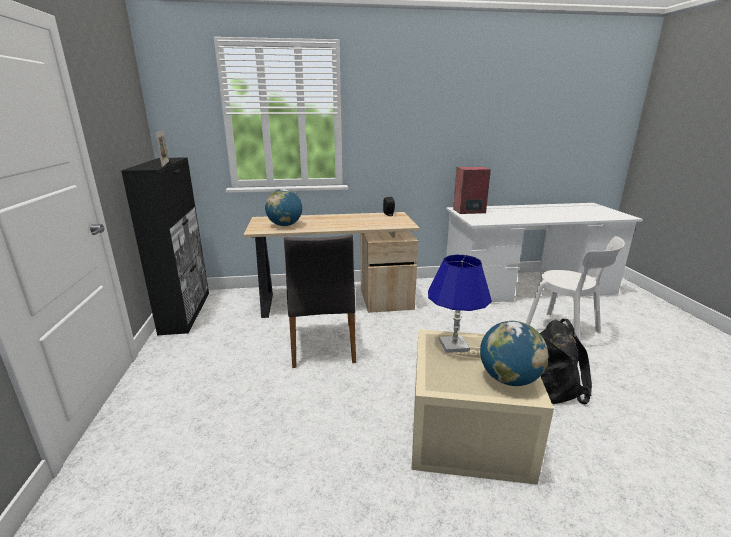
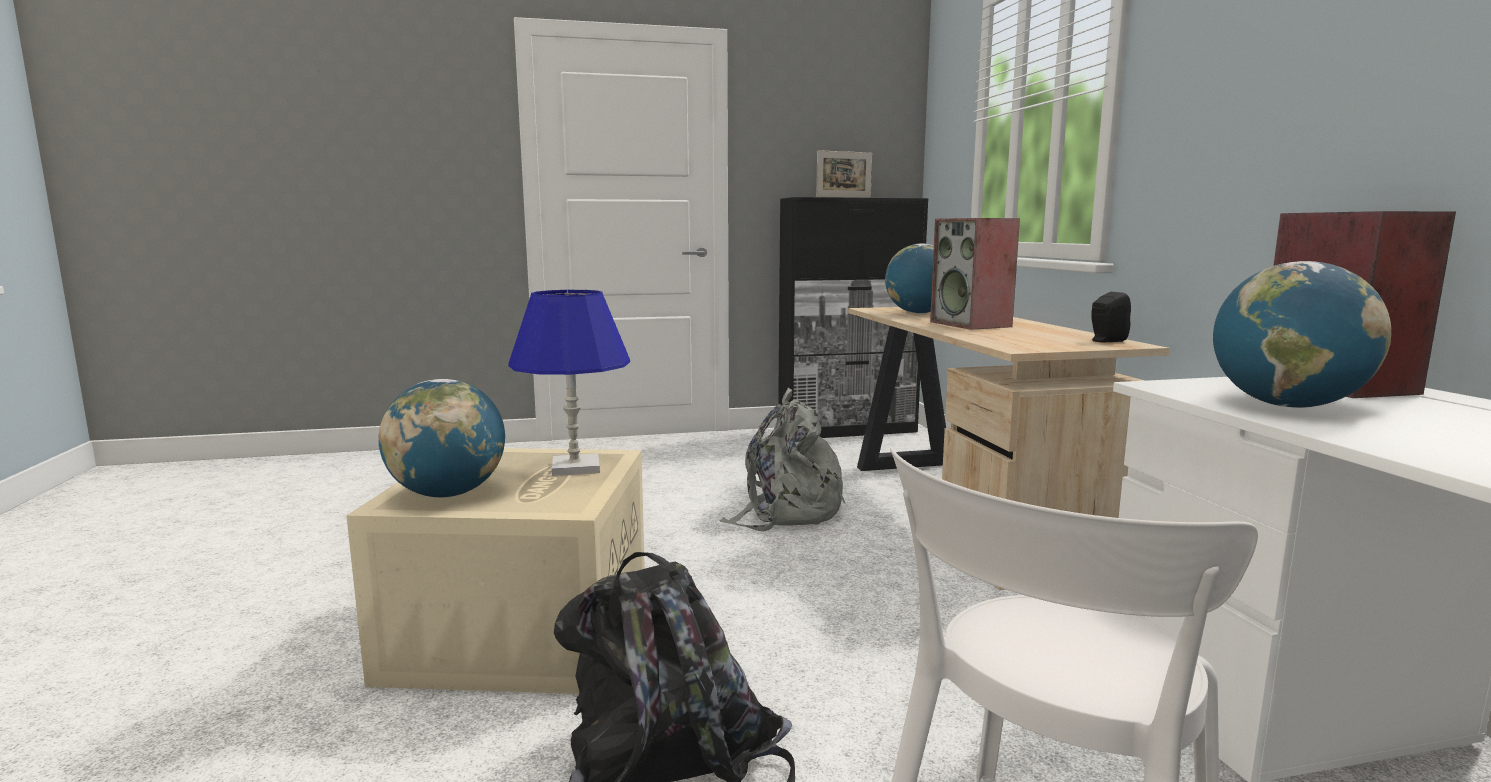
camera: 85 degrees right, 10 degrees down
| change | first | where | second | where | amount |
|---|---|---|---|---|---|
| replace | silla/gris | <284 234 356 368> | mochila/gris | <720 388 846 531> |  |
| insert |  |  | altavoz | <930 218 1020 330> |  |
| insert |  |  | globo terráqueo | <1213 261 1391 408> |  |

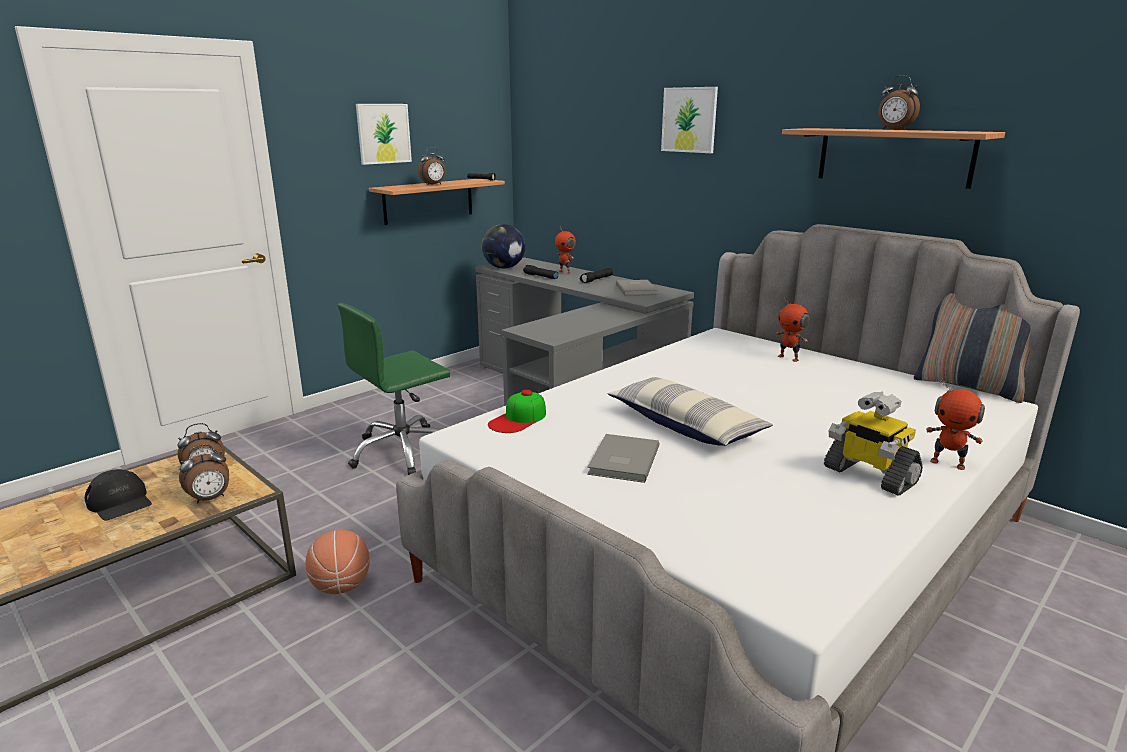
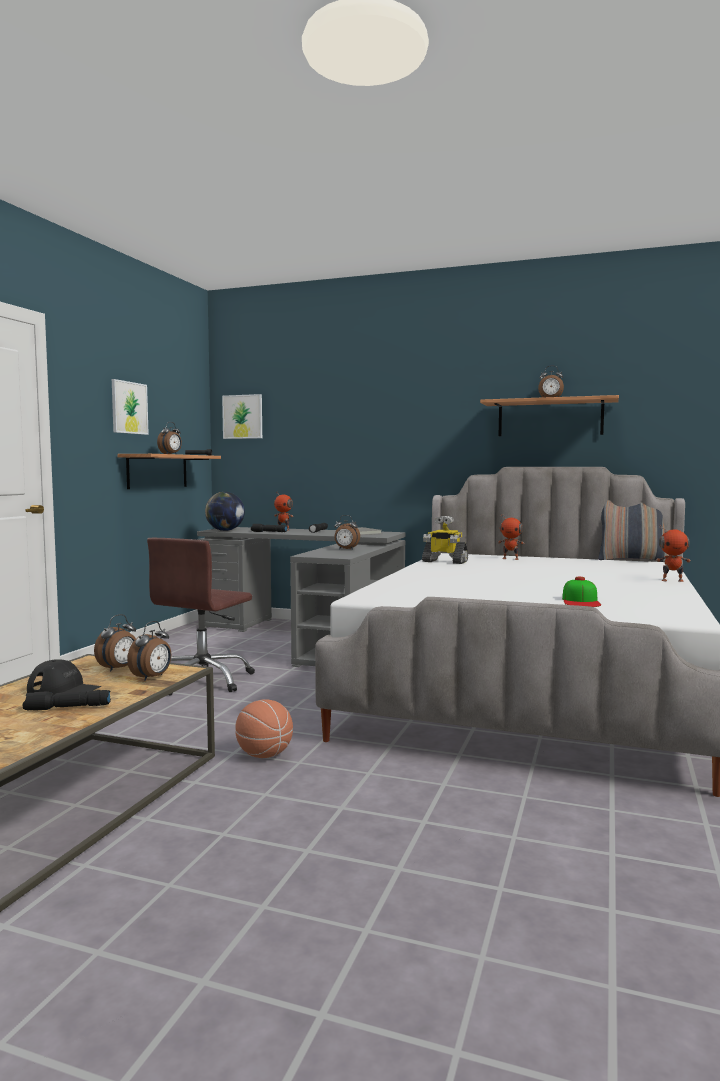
camera: 25 degrees left, 15 degrees down
| change | first | where | second | where | amount |
|---|---|---|---|---|---|
| recolor | silla de oficina/verde | <338 303 450 475> | silla de oficina/marrón | <147 538 255 696> |  |
| move | gorra | <488 390 546 433> |  | <562 577 601 607> |  |
| delete | libro/gris | <587 434 660 483> |  |  |  |
| delete | cojín | <608 377 773 446> |  |  |  |
| move | cuadro | <661 87 718 153> |  | <222 394 262 439> |  |
| move | robot de juguete | <824 392 923 496> |  | <422 516 468 564> |  |
| insert |  |  | linterna/negro | <23 690 111 711> |  |
| insert |  |  | despertador | <334 515 360 550> |  |

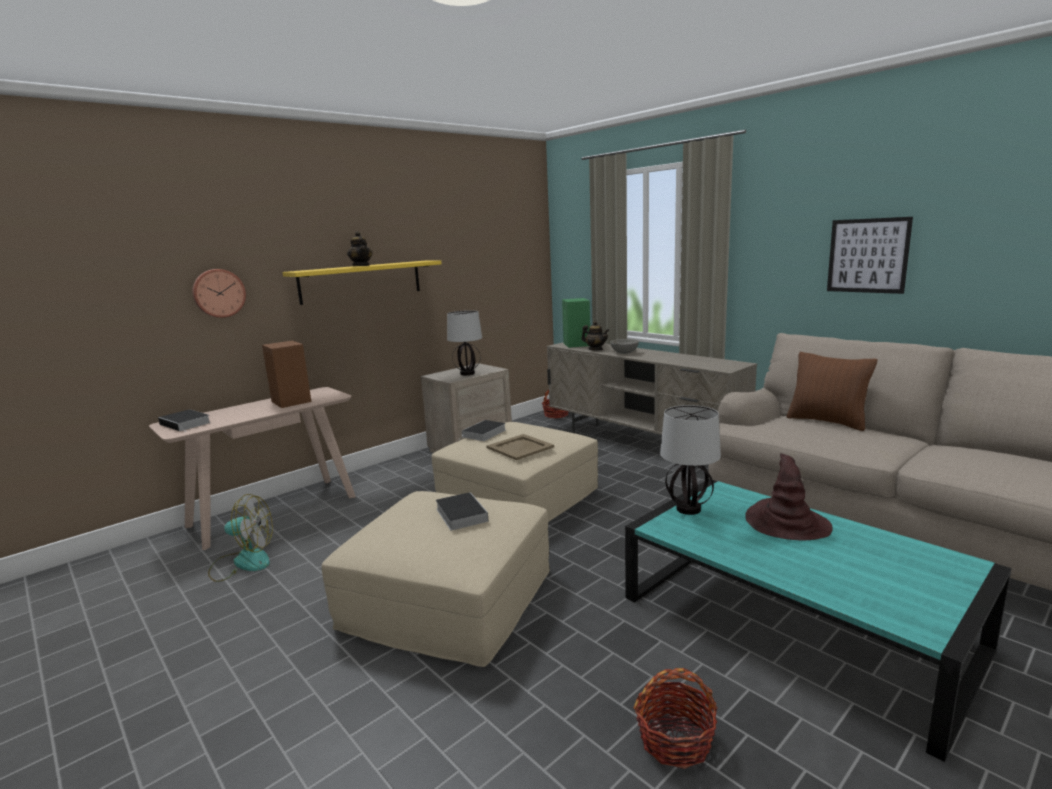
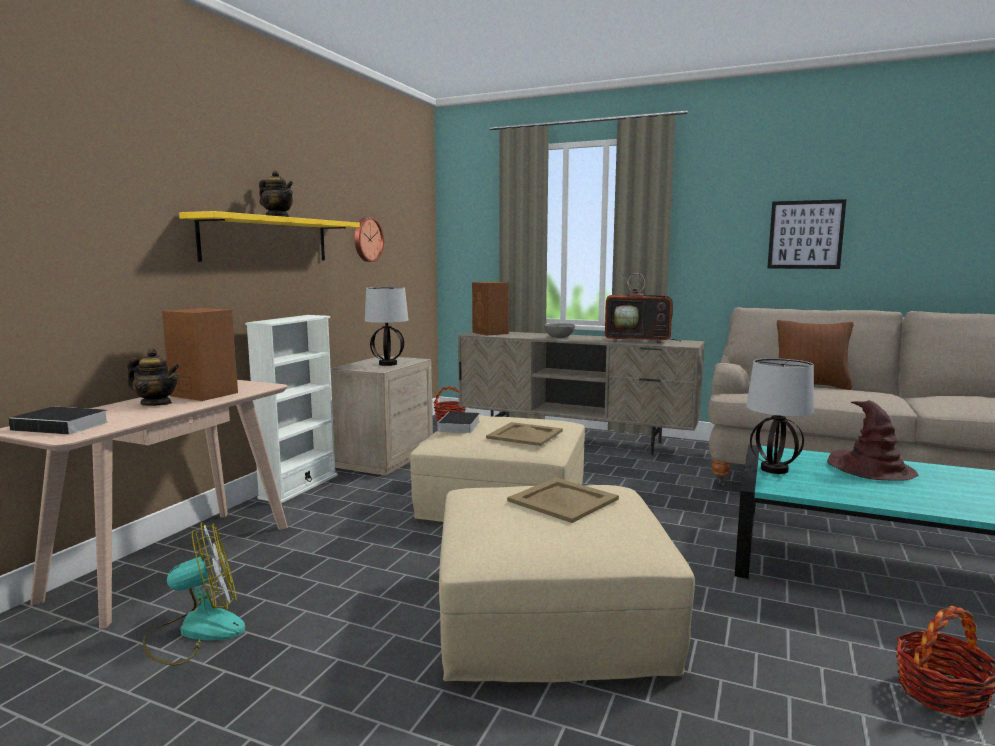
camera: 25 degrees left, 5 degrees down
| change | first | where | second | where | amount |
|---|---|---|---|---|---|
| move | reloj de pared | <192 269 246 318> |  | <354 217 384 262> |  |
| replace | libro | <436 492 488 530> | bandeja/beis | <507 478 619 523> |  |
| recolor | altavoz/verde | <562 298 590 348> | altavoz/marrón | <472 282 509 336> |  |
| move | tetera | <582 321 609 350> |  | <127 349 180 406> |  |
| insert |  |  | estantería/blanco | <245 315 338 504> |  |
| insert |  |  | televisor | <605 256 682 343> |  |

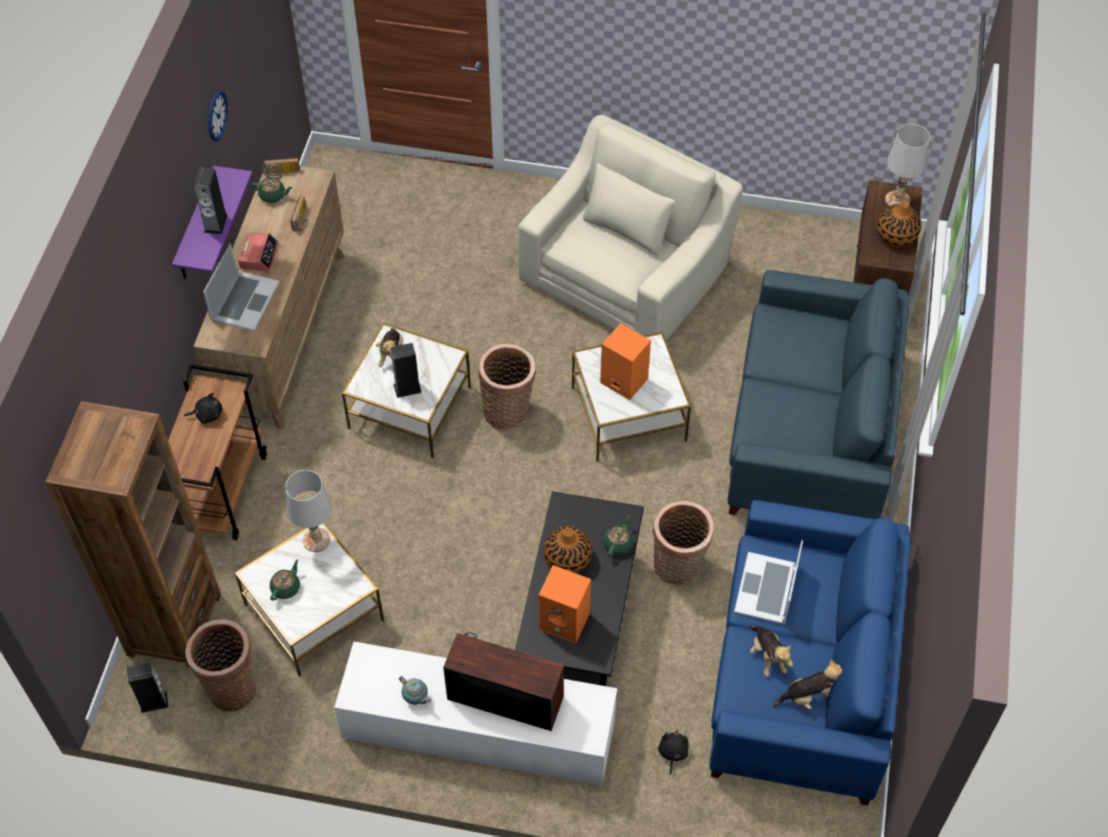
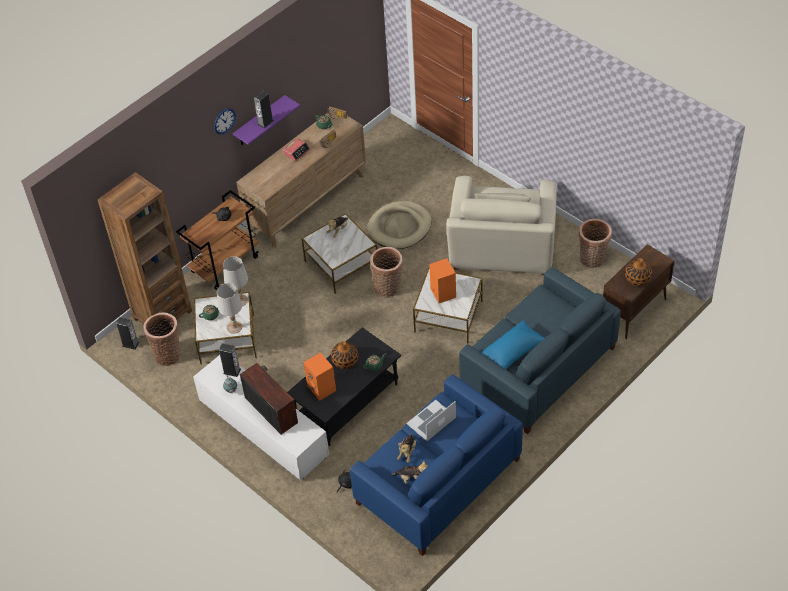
camera: 35 degrees right, 5 degrees down
| change | first | where | second | where | amount |
|---|---|---|---|---|---|
| delete | portátil | <203 243 279 331> |  |  |  |
| move | reloj de pared | <208 91 228 141> |  | <214 108 236 134> |  |
| move | altavoz | <390 343 422 398> |  | <219 343 241 377> |  |
| rotate | sillón/beis | <518 115 743 341> |  | <446 176 557 275> | 120 degrees clockwise |
| move | cesta | <652 501 714 586> |  | <579 219 612 268> |  |
| move | lámpara de mesa/blanco | <885 124 930 206> |  | <217 283 242 334> |  |
| insert |  |  | cama para perro/beis | <367 201 432 249> |  |
| insert |  |  | cojín/azul | <481 320 545 369> |  |

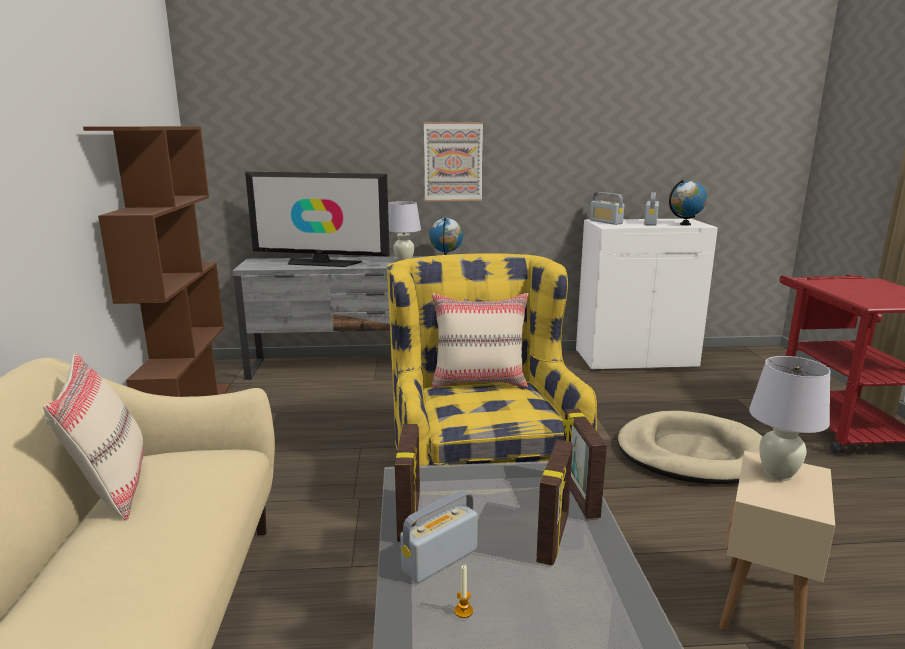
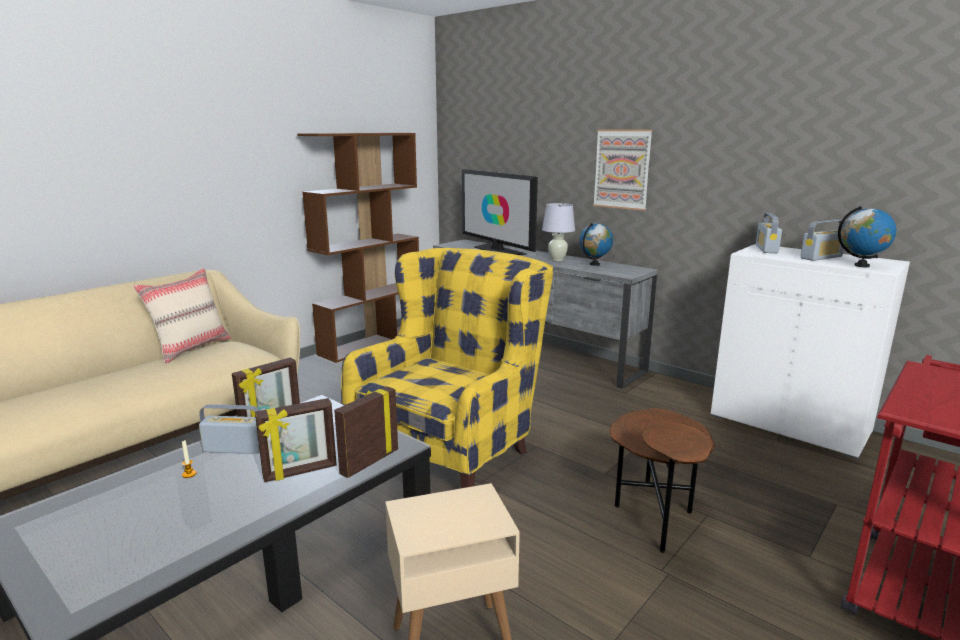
camera: 45 degrees right, 0 degrees up
| change | first | where | second | where | amount |
|---|---|---|---|---|---|
| delete | cojín/beis | <432 293 528 388> |  |  |  |
| replace | cama para perro/beis | <617 411 763 484> | mesa auxiliar/marrón | <610 408 714 553> |  |
| delete | lámpara de mesa/blanco | <749 356 831 481> |  |  |  |

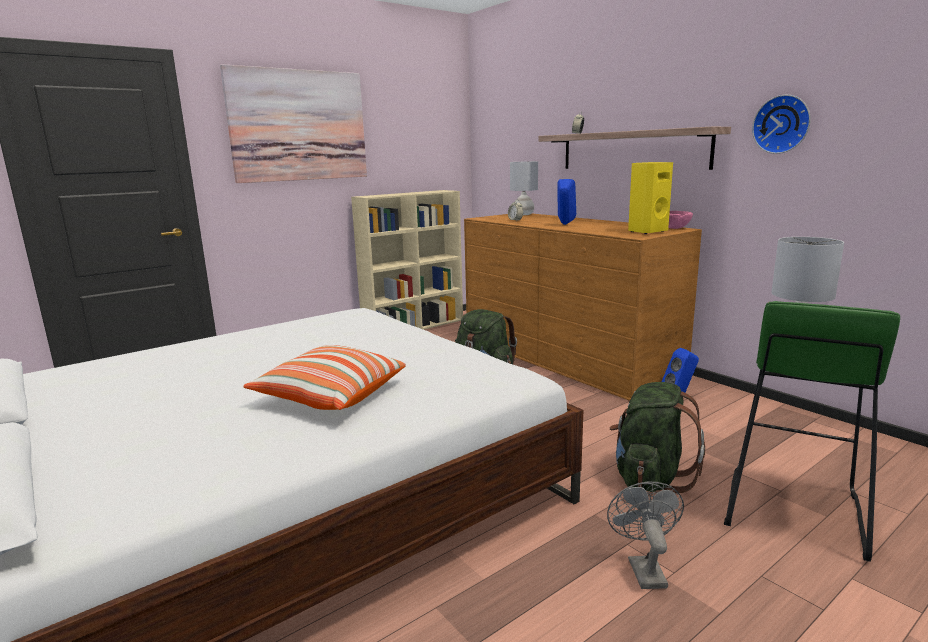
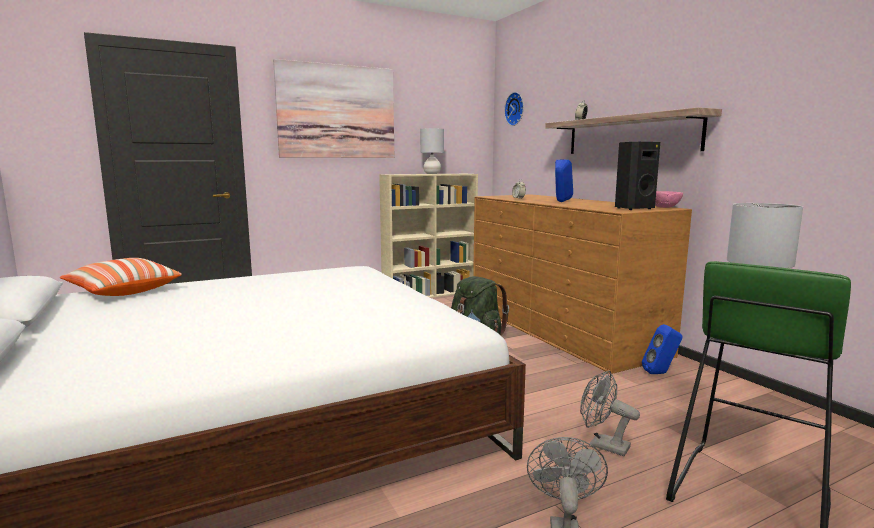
camera: 10 degrees right, 5 degrees down
| change | first | where | second | where | amount |
|---|---|---|---|---|---|
| move | cojín | <244 345 406 410> |  | <60 258 182 296> |  |
| move | lámpara de mesa/gris | <510 161 538 215> |  | <420 128 444 174> |  |
| replace | mochila/verde | <609 382 705 493> | ventilador/gris | <580 370 640 456> |  |
| recolor | altavoz/amarillo | <628 162 673 234> | altavoz/negro | <615 142 660 210> |  |
| move | reloj de pared | <752 95 811 154> |  | <504 92 524 126> |  |

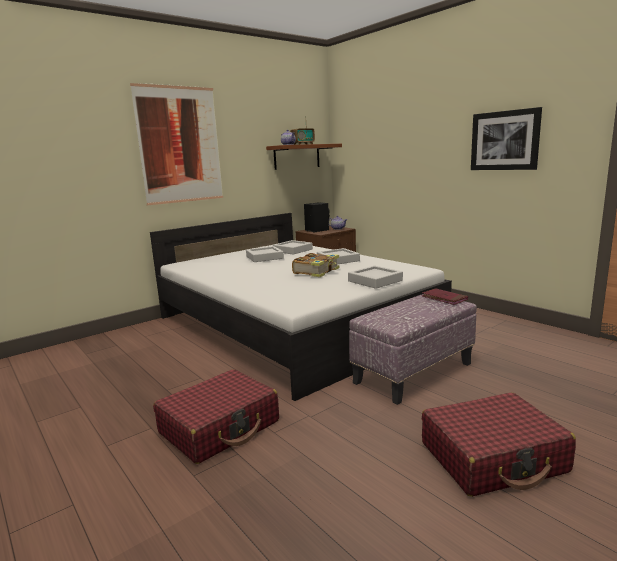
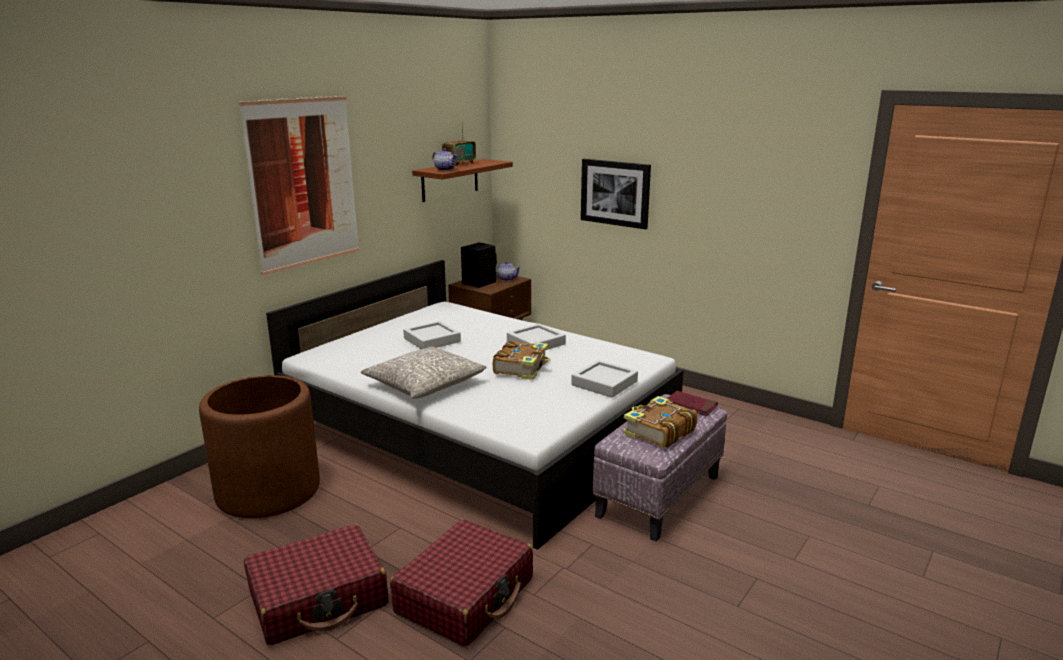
camera: 15 degrees left, 5 degrees up
| change | first | where | second | where | amount |
|---|---|---|---|---|---|
| delete | bandeja/gris | <273 240 313 255> |  |  |  |
| move | maleta/rojo | <422 392 576 497> |  | <244 524 388 645> |  |
| move | cuadro | <471 107 542 170> |  | <581 159 651 230> |  |
| insert |  |  | maceta/marrón | <199 375 320 518> |  |
| insert |  |  | cojín/gris | <361 346 487 399> |  |
| insert |  |  | libro | <623 396 698 448> |  |

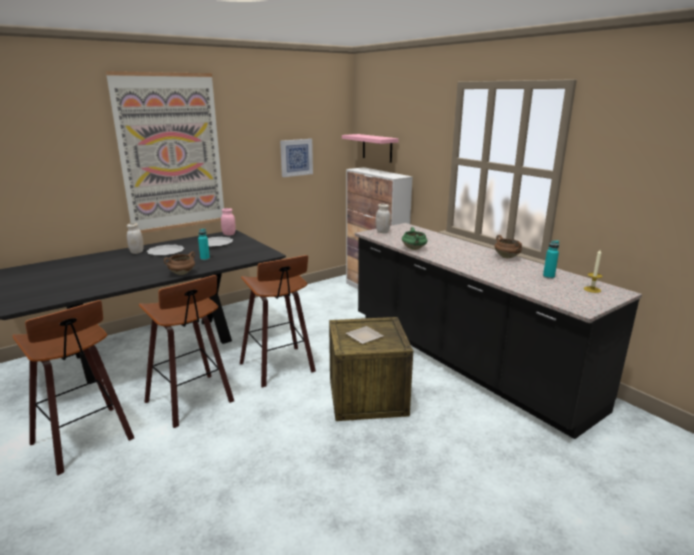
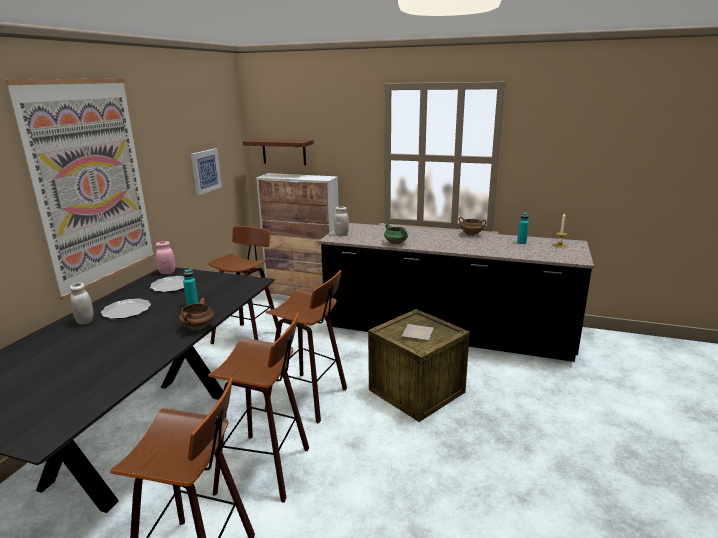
camera: 35 degrees left, 0 degrees up
| change | first | where | second | where | amount |
|---|---|---|---|---|---|
| recolor | estante/rosa | <342 134 399 163> | estante/marrón | <243 139 314 165> |  |
| insert |  |  | taburete | <208 226 278 344> |  |

